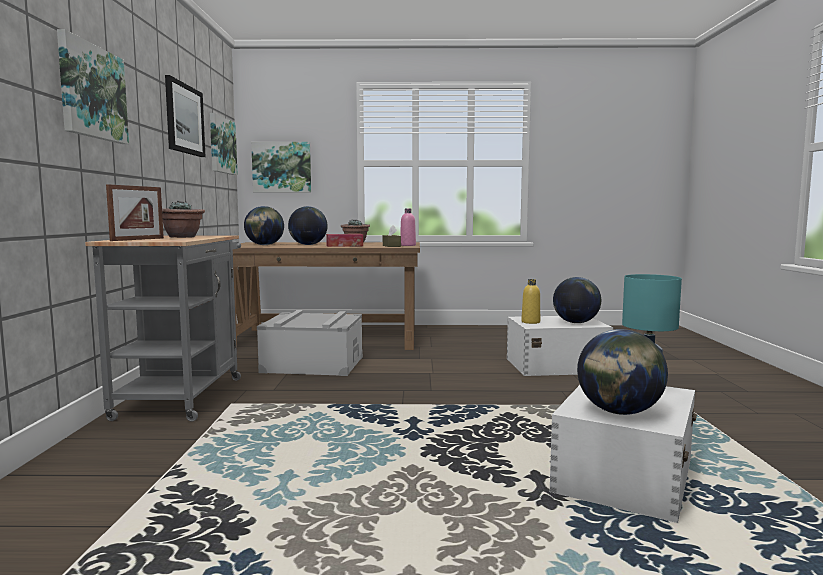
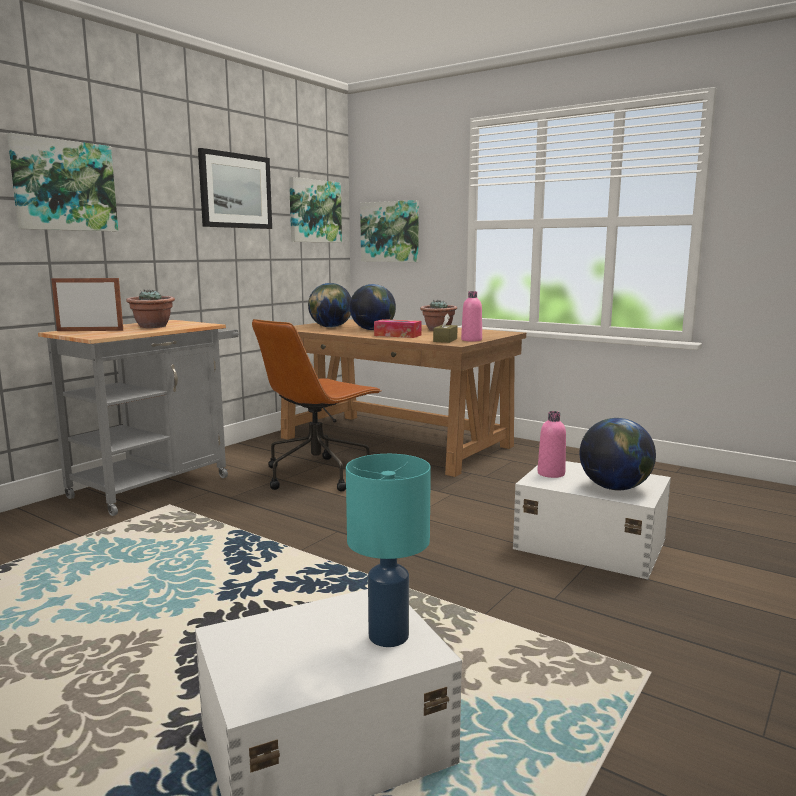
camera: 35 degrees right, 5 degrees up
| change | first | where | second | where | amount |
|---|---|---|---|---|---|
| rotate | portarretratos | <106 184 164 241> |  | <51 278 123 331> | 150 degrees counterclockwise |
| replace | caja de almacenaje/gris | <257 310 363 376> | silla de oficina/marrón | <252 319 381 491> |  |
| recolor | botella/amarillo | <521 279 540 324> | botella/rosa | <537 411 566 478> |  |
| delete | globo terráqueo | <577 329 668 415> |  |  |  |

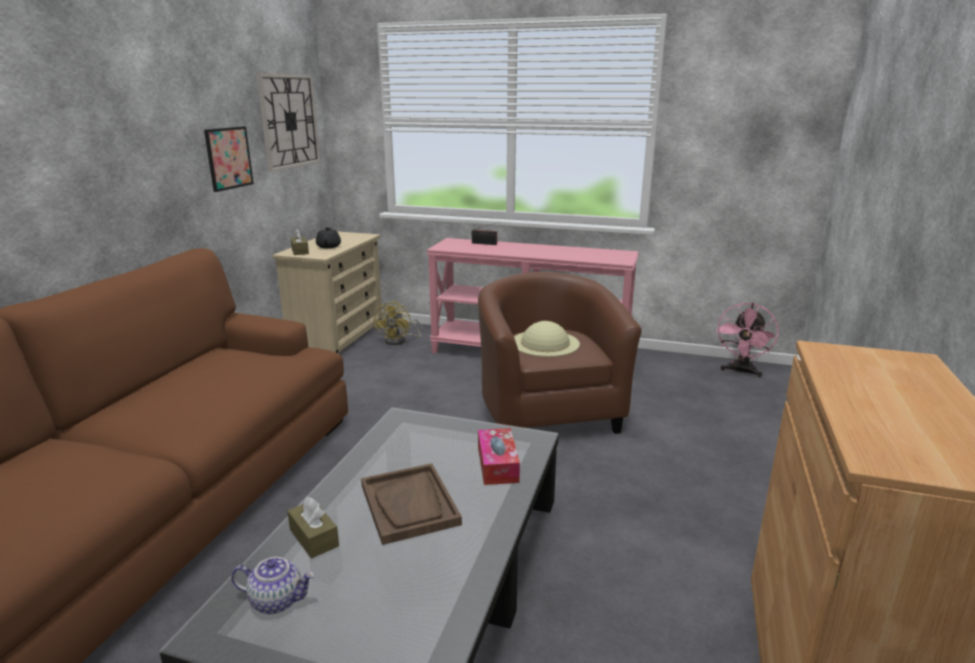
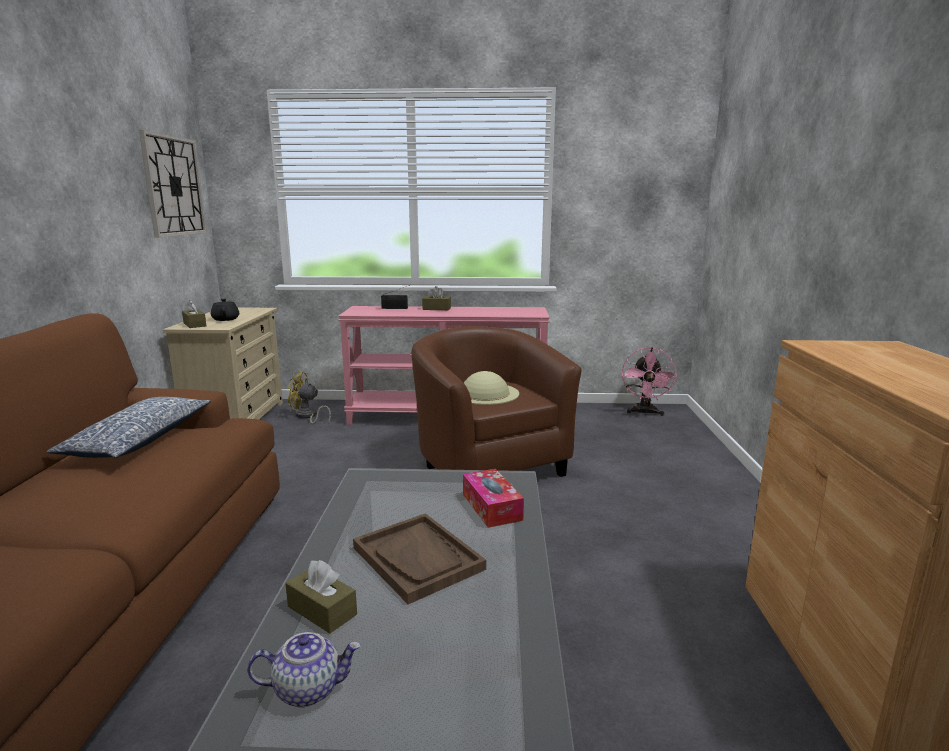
camera: 15 degrees left, 5 degrees down
| change | first | where | second | where | amount |
|---|---|---|---|---|---|
| delete | cuadro | <204 126 254 192> |  |  |  |
| rotate | ventilador/amarillo | <374 301 423 345> |  | <287 371 331 424> | 105 degrees clockwise |
| insert |  |  | cojín | <47 397 211 458> |  |
| insert |  |  | caja de pañuelos/marrón | <422 286 451 310> |  |

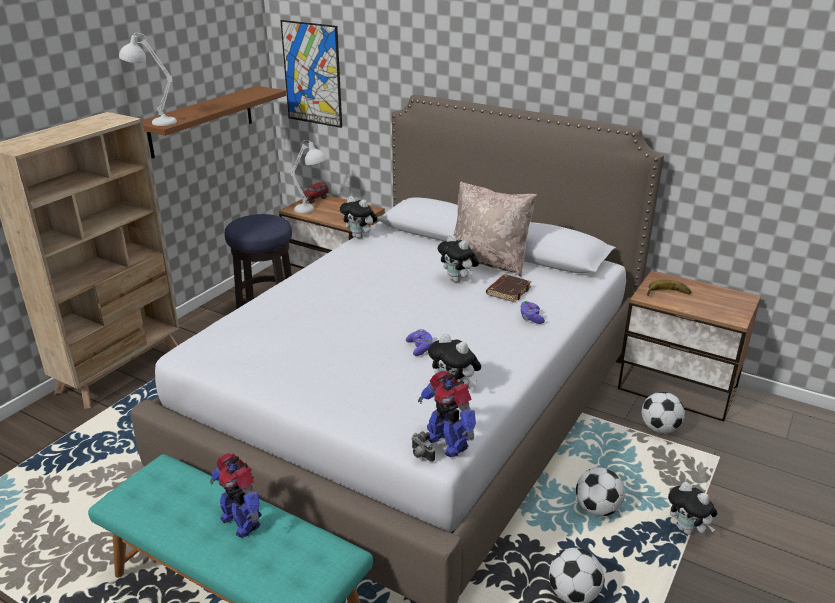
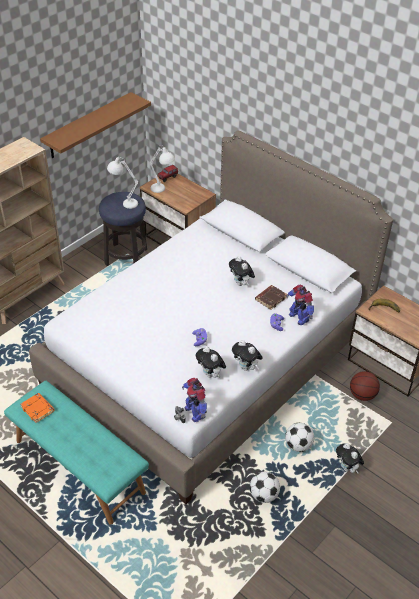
camera: 10 degrees right, 15 degrees up
| change | first | where | second | where | amount |
|---|---|---|---|---|---|
| move | lámpara de mesa/blanco | <119 33 177 126> |  | <107 157 138 209> |  |
| move | robot de juguete | <210 453 262 538> |  | <286 284 314 325> |  |
| delete | cuadro | <280 20 342 128> |  |  |  |
| move | peluche | <340 196 378 239> |  | <232 340 263 371> |  |
| delete | cojín/beis | <454 182 537 277> |  |  |  |
| replace | balón de fútbol | <642 392 685 434> | balón de baloncesto | <350 371 380 401> |  |
| insert |  |  | libro/naranja | <20 393 55 423> |  |

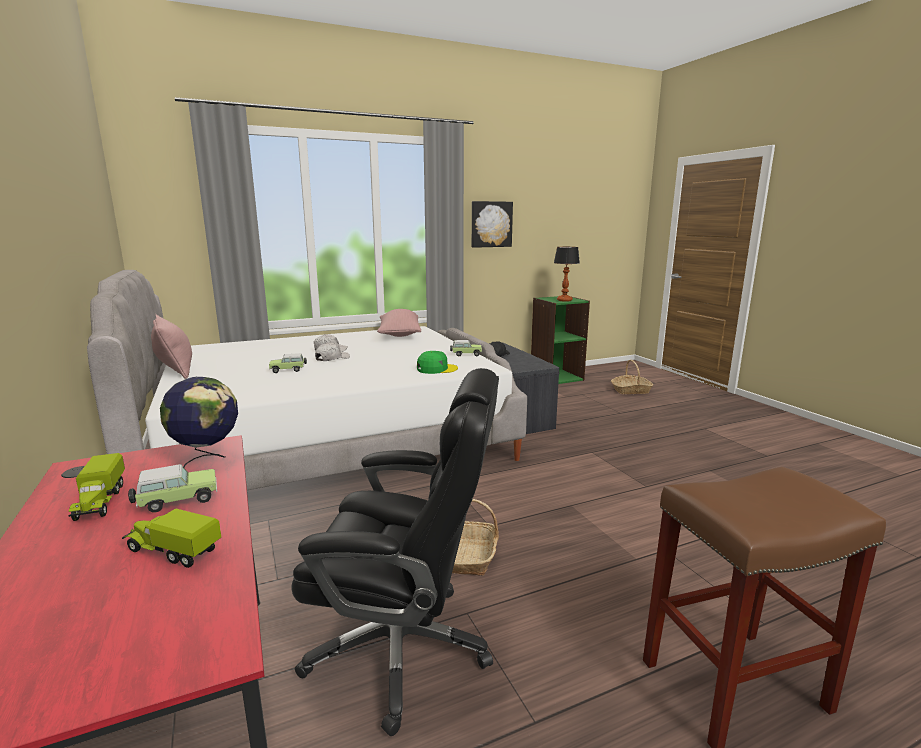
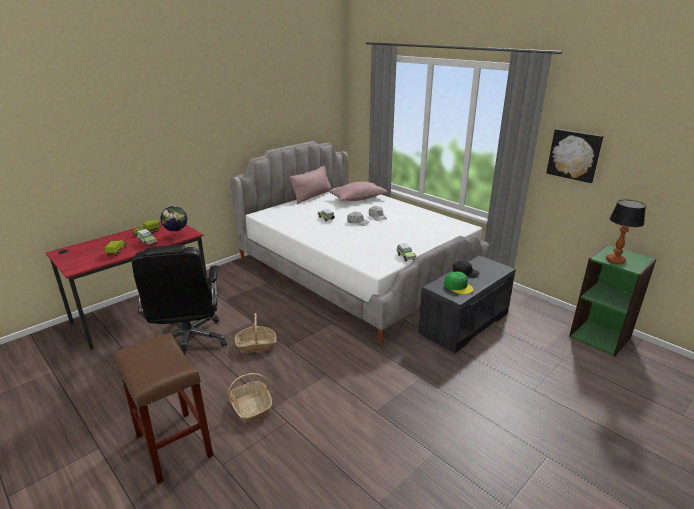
camera: 70 degrees right, 10 degrees up
| change | first | where | second | where | amount |
|---|---|---|---|---|---|
| move | cojín/rosa | <377 309 421 337> |  | <329 182 388 201> |  |
| move | gorra/verde | <417 351 458 374> |  | <444 271 474 294> |  |
| move | cesta | <611 360 653 394> |  | <228 373 272 423> |  |

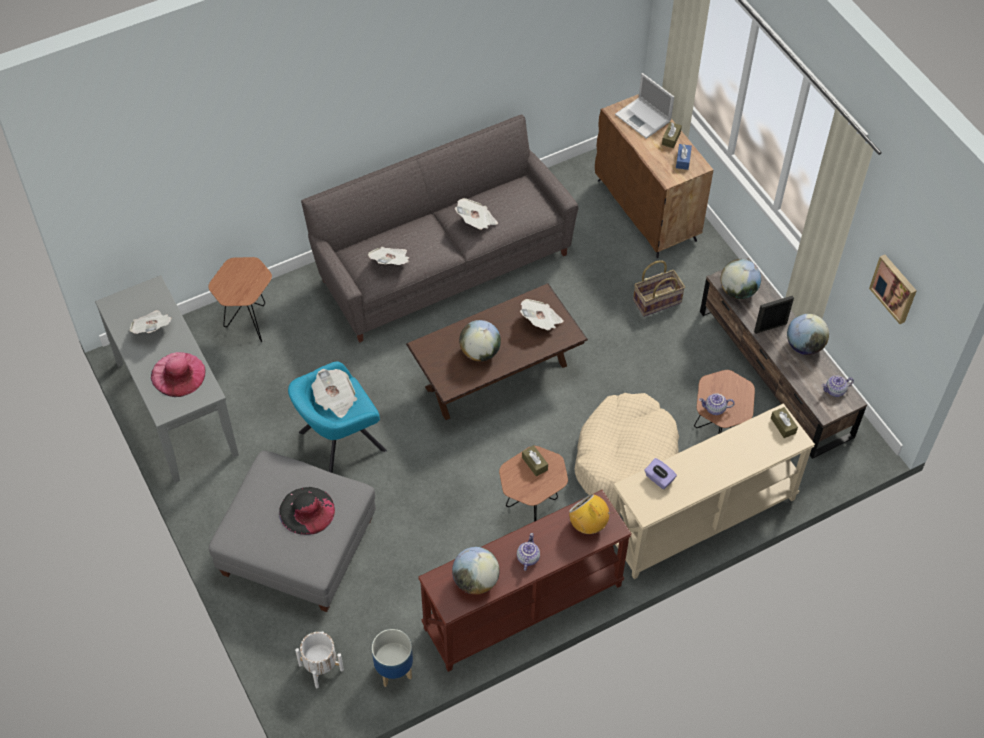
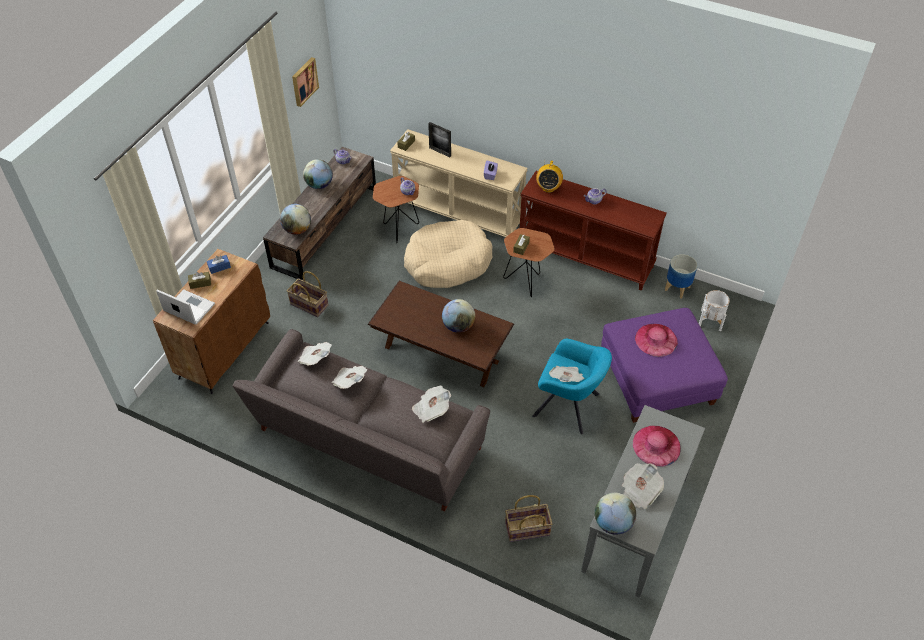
camera: 125 degrees left, 5 degrees down
| change | first | where | second | where | amount |
|---|---|---|---|---|---|
| replace | mesa auxiliar/marrón | <208 257 272 342> | cesta | <505 495 553 542> |  |
| recolor | puf/gris | <209 451 376 612> | puf/morado | <601 308 728 423> |  |
| recolor | sombrero/negro | <279 487 335 535> | sombrero/rosa | <635 324 678 357> |  |
| move | globo terráqueo | <452 547 500 595> |  | <595 493 636 535> |  |
| move | periódico | <520 299 564 331> |  | <297 342 332 365> |  |
| rotate | portátil | <615 73 674 139> |  | <156 289 215 324> | 75 degrees counterclockwise |
| move | portarretratos | <754 296 794 334> |  | <428 122 451 157> |  |

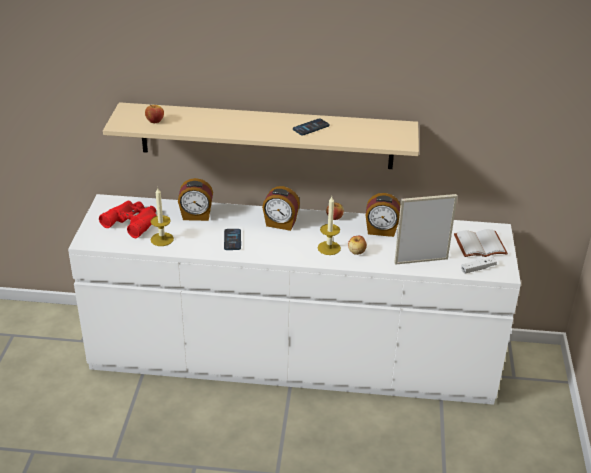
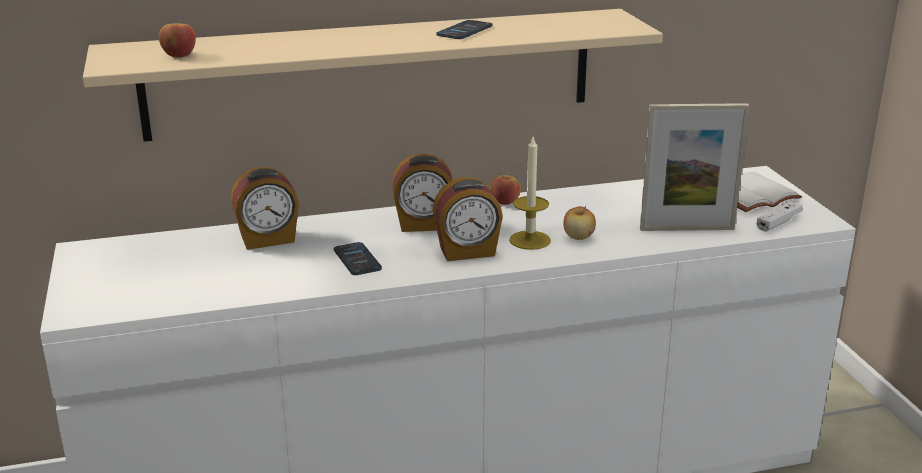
camera: 20 degrees left, 10 degrees down
| change | first | where | second | where | amount |
|---|---|---|---|---|---|
| delete | prismáticos/rojo | <99 201 157 238> |  |  |  |
| delete | vela | <151 188 174 246> |  |  |  |
| move | despertador | <365 193 400 237> |  | <433 177 503 261> |  |
| rotate | portarretratos | <394 194 457 265> |  | <640 103 750 231> | 150 degrees counterclockwise |

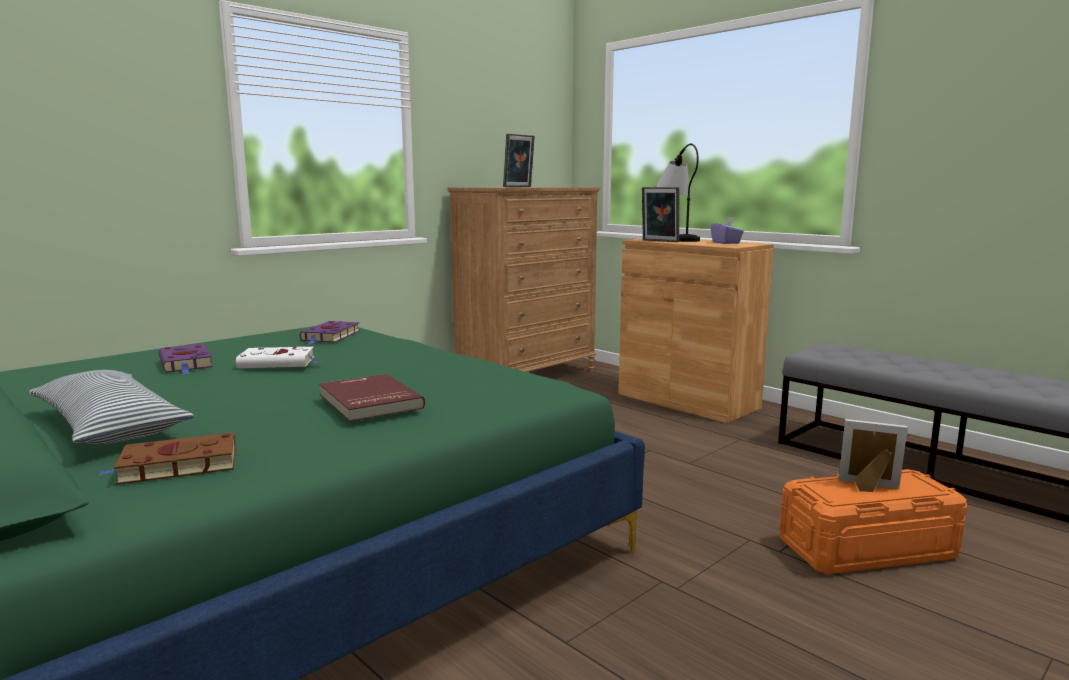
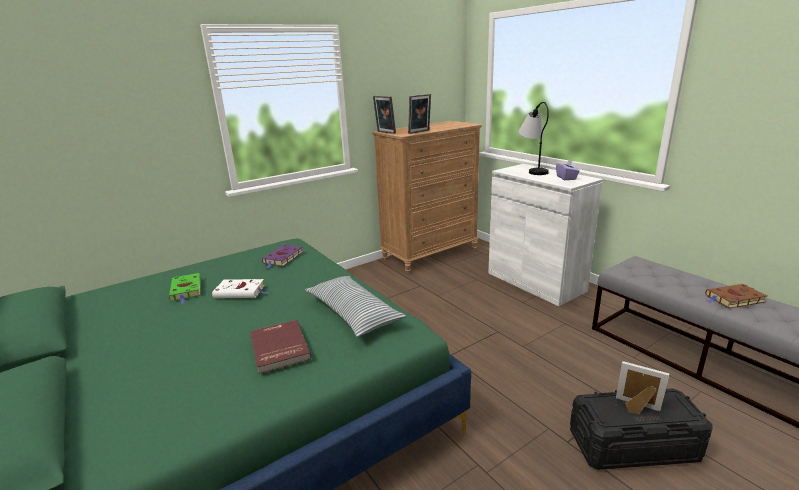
camera: 10 degrees right, 10 degrees up
| change | first | where | second | where | amount |
|---|---|---|---|---|---|
| move | cojín | <28 370 194 444> |  | <305 276 406 337> |  |
| move | libro/marrón | <99 433 237 485> |  | <705 284 767 308> |  |
| recolor | libro/morado | <159 344 213 374> | libro/verde | <169 273 201 304> |  |
| recolor | armario/marrón | <618 238 774 423> | armario/blanco | <488 164 603 306> |  |
| move | portarretratos | <642 187 679 242> |  | <373 96 396 134> |  |
| recolor | caja de almacenaje/naranja | <780 469 967 574> | caja de almacenaje/negro | <570 389 713 470> |  |

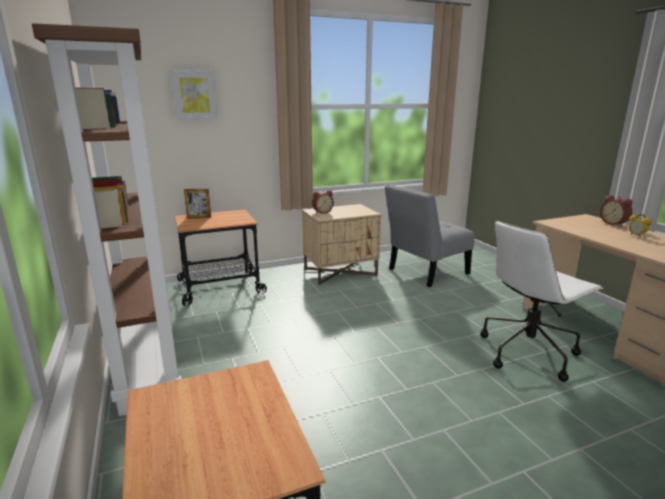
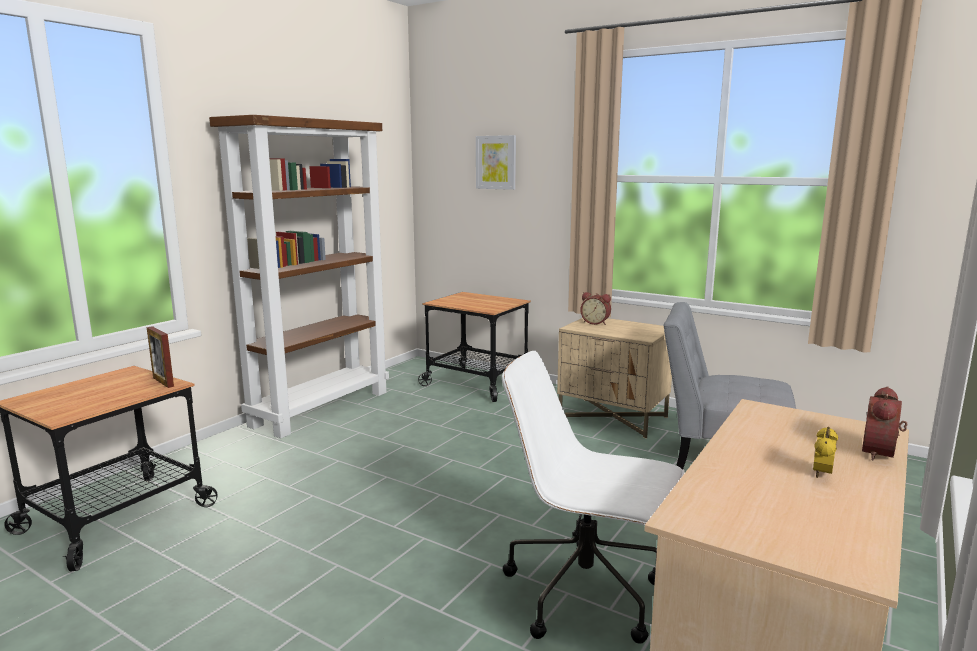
camera: 55 degrees right, 5 degrees down
| change | first | where | second | where | amount |
|---|---|---|---|---|---|
| move | portarretratos | <184 188 211 219> |  | <147 326 174 388> |  |

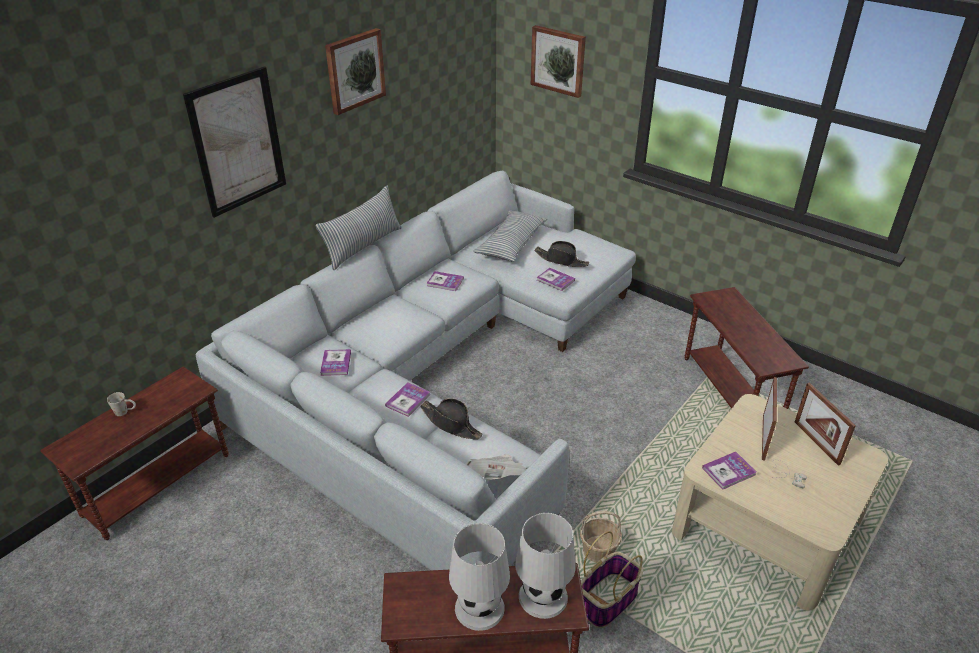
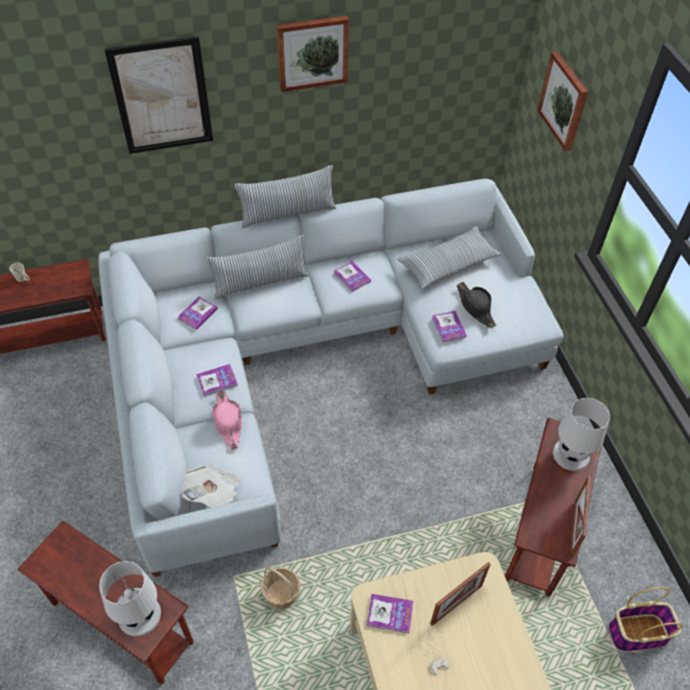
camera: 35 degrees right, 15 degrees up
| change | first | where | second | where | amount |
|---|---|---|---|---|---|
| recolor | sombrero/negro | <420 398 483 440> | sombrero/rosa | <212 391 242 450> |  |
| move | lámpara de mesa/blanco | <449 523 510 631> |  | <553 398 610 471> |  |
| move | cesta | <581 531 643 628> |  | <609 587 682 651> |  |
| move | portarretratos | <795 383 856 466> |  | <570 476 591 559> |  |
| insert |  |  | cojín | <206 235 309 300> |  |

